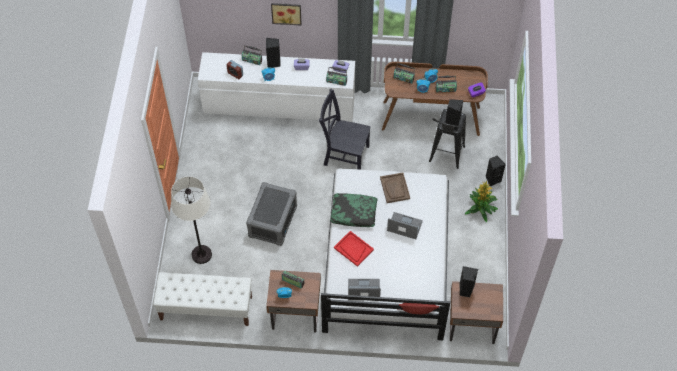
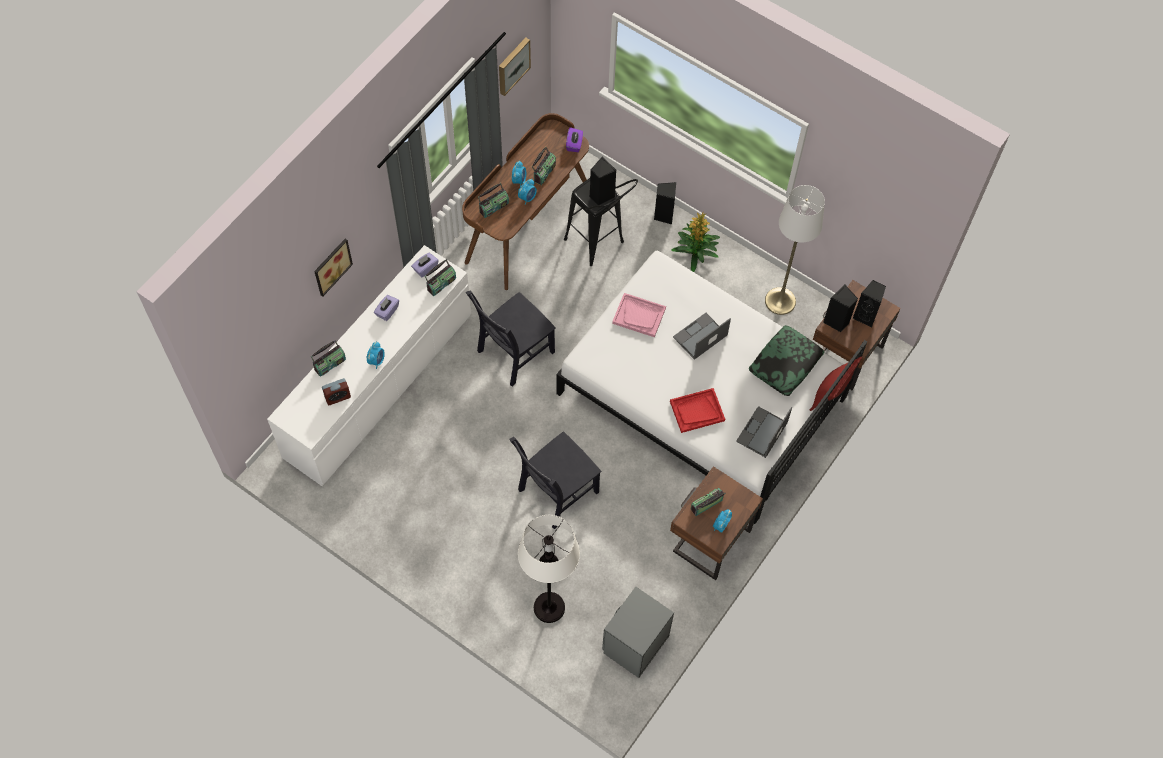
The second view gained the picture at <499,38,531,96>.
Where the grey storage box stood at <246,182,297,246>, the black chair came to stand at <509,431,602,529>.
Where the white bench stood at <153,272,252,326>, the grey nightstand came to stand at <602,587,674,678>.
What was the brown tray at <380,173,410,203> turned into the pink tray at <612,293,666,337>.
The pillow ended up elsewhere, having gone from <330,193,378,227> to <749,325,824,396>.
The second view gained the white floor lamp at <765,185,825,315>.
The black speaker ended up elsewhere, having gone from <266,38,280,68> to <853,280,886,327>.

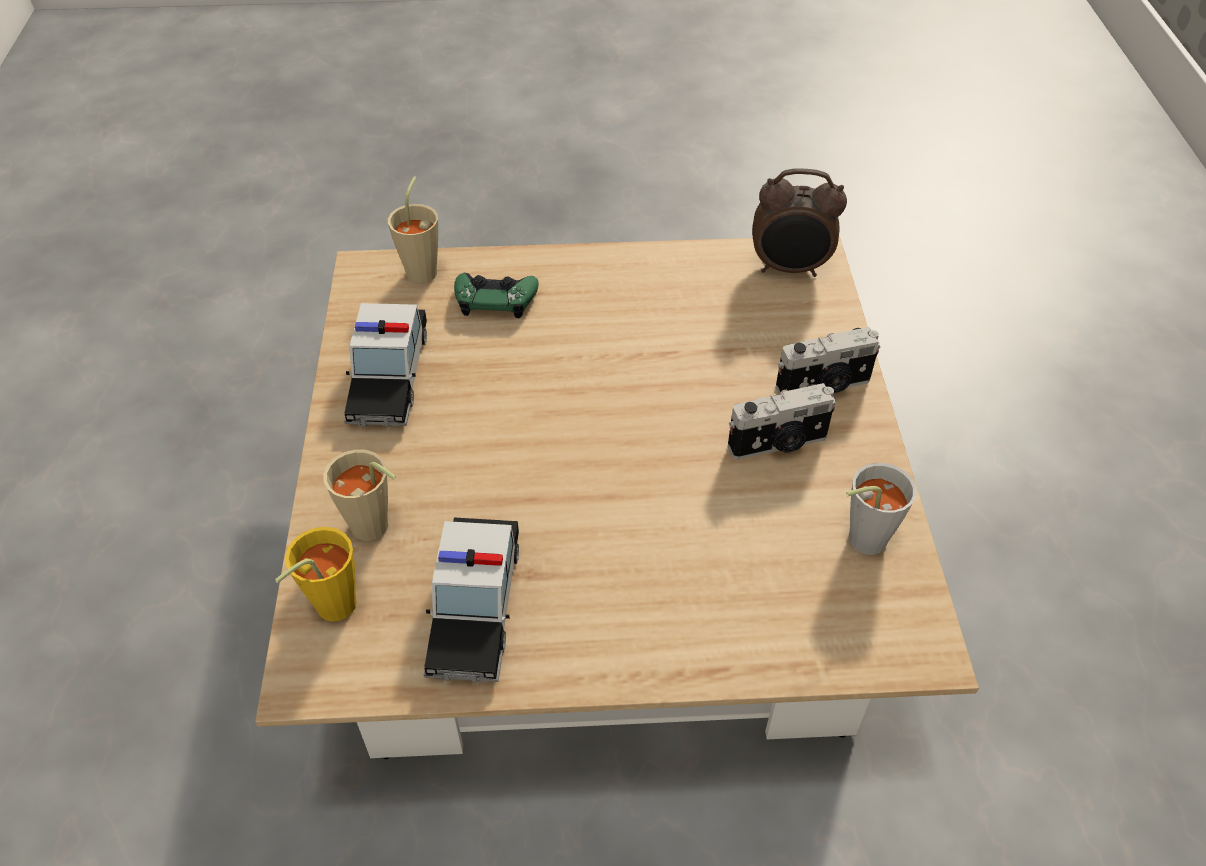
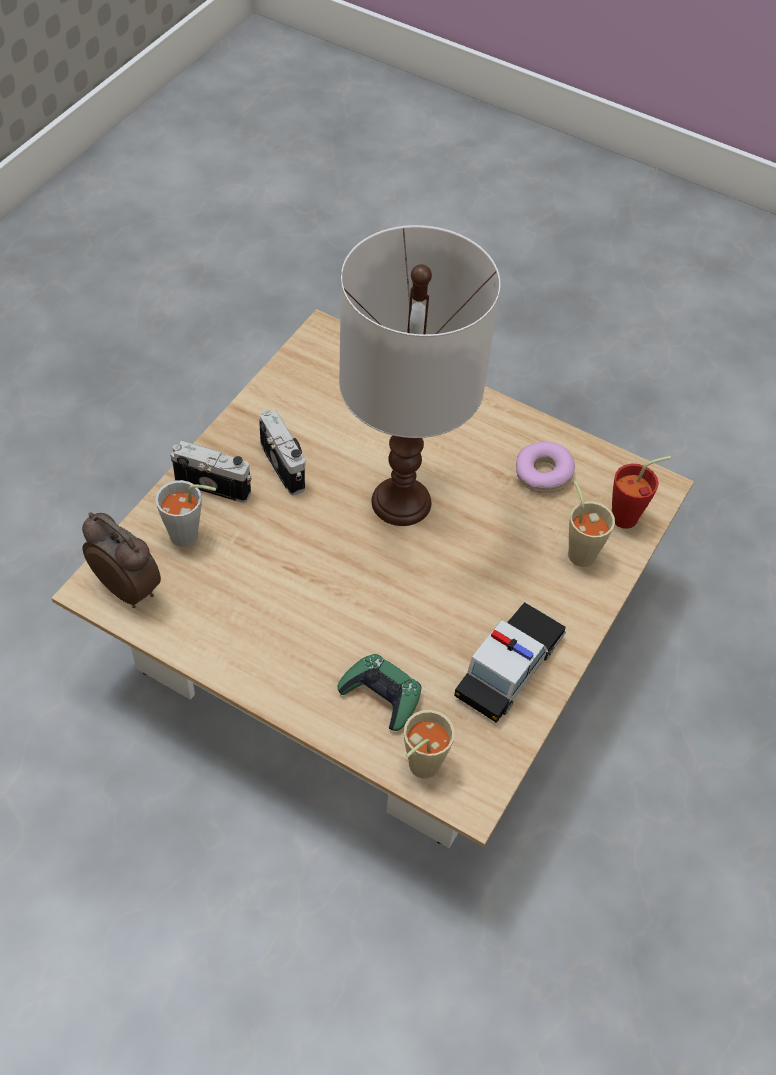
The grey cup ended up elsewhere, having gone from <846,463,916,555> to <155,480,216,547>.
The photo camera at <728,383,836,460> ended up facing another way, 45 degrees clockwise from before.
The second view gained the white table lamp at <339,225,500,526>.
Where the toy car stood at <424,518,519,683>, the donut came to stand at <516,442,575,493>.
What was the yellow cup at <275,527,357,622> turned into the red cup at <612,456,671,529>.

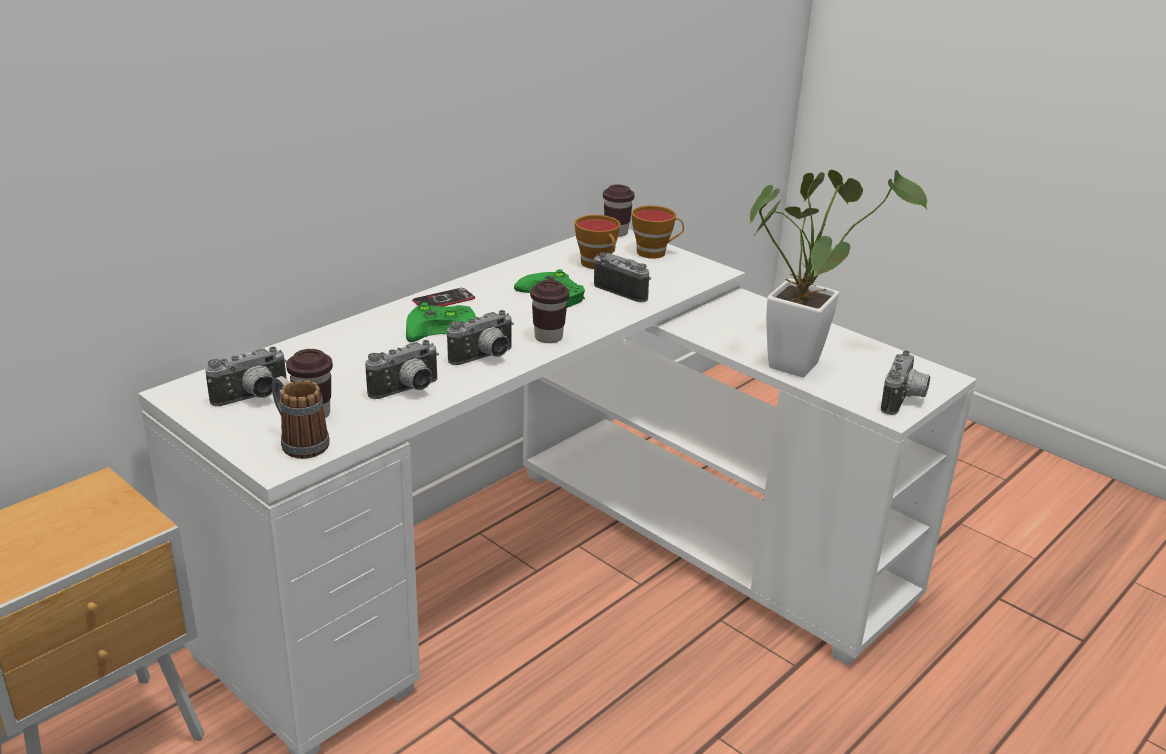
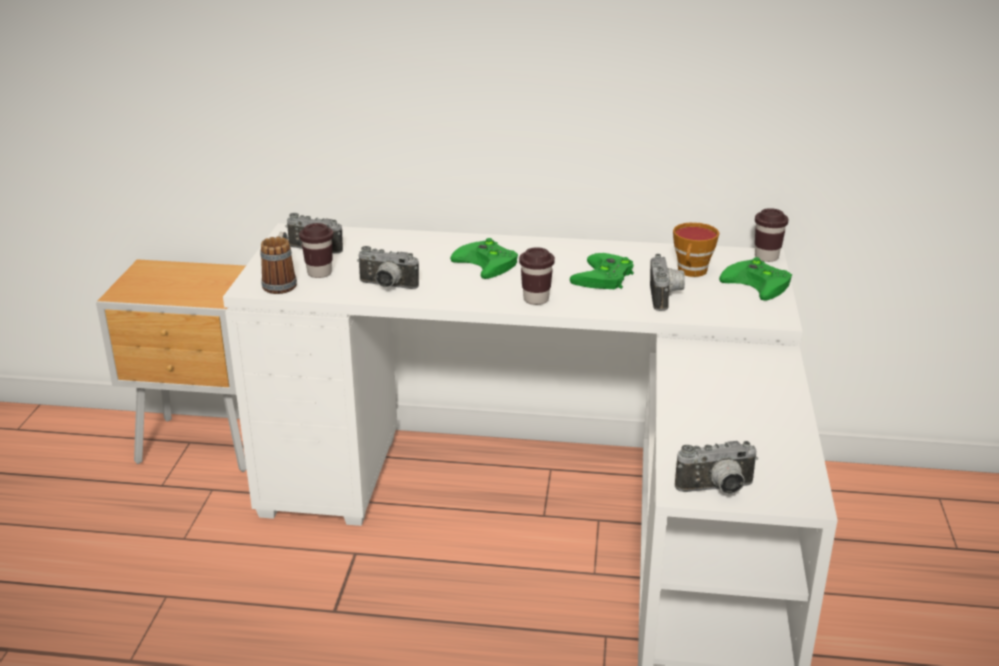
Where the cup stood at <631,206,684,259>, the green game controller came to stand at <719,257,792,300>.
The second view lost the phone at <412,288,475,306>.
The second view lost the photo camera at <447,310,514,365>.
The second view lost the potted plant at <749,170,927,377>.

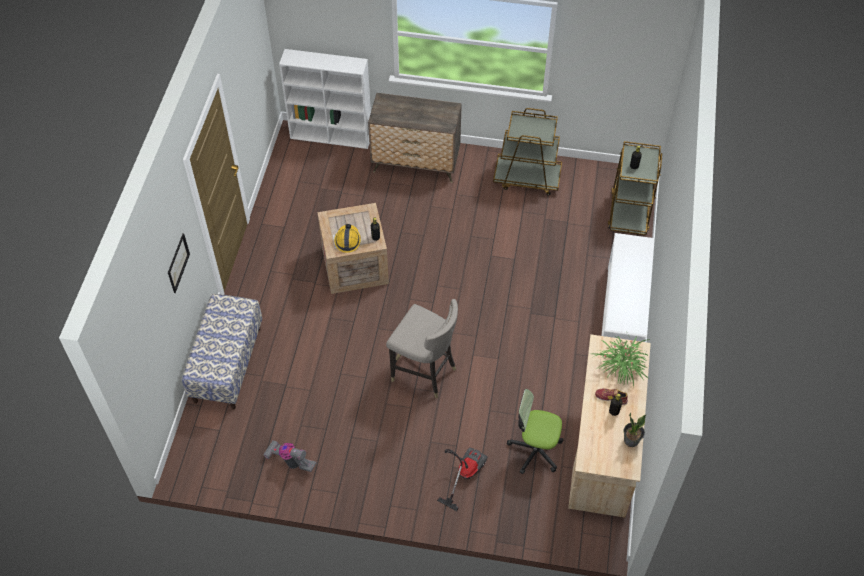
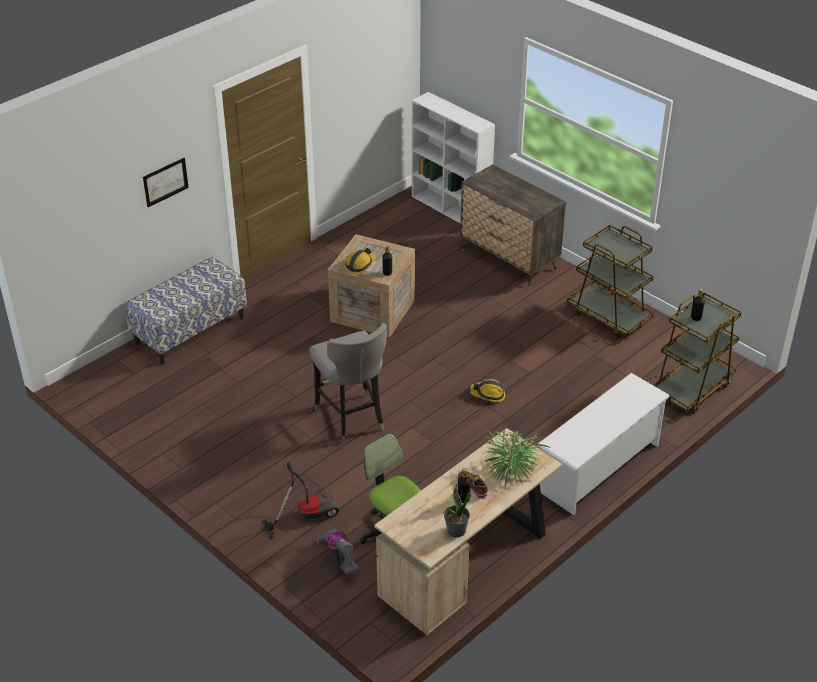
The vacuum cleaner ended up elsewhere, having gone from <263,441,316,472> to <316,528,360,575>.
The second view gained the hard hat at <470,379,505,402>.

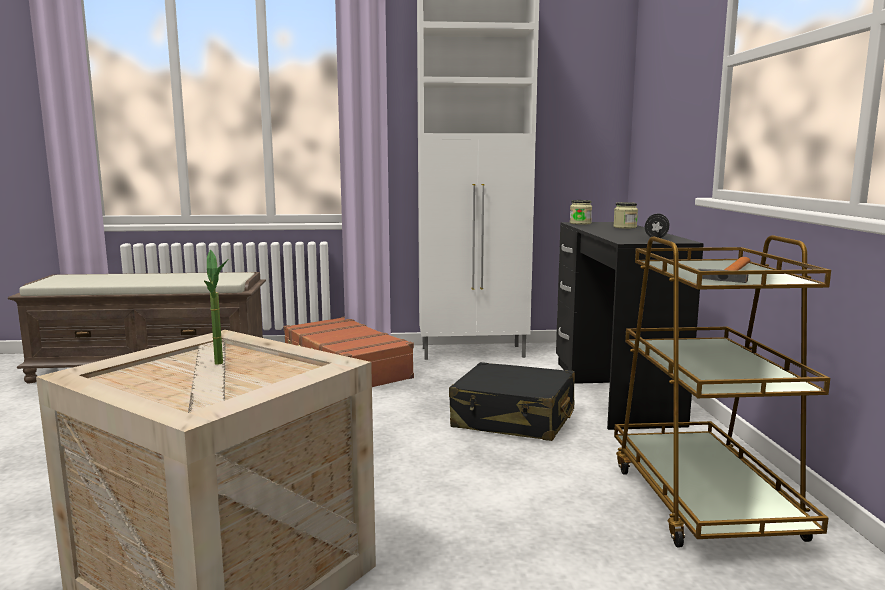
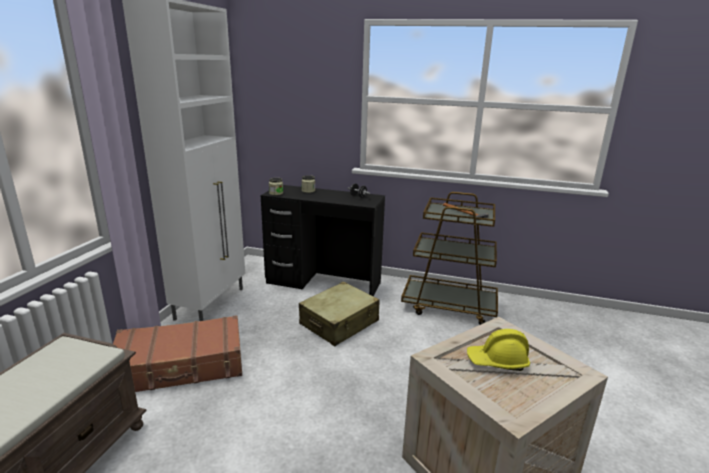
What was the black suitcase at <449,362,575,441> turned into the beige suitcase at <299,282,380,346>.
Where the potted plant stood at <204,249,228,365>, the yellow hard hat came to stand at <467,329,530,371>.

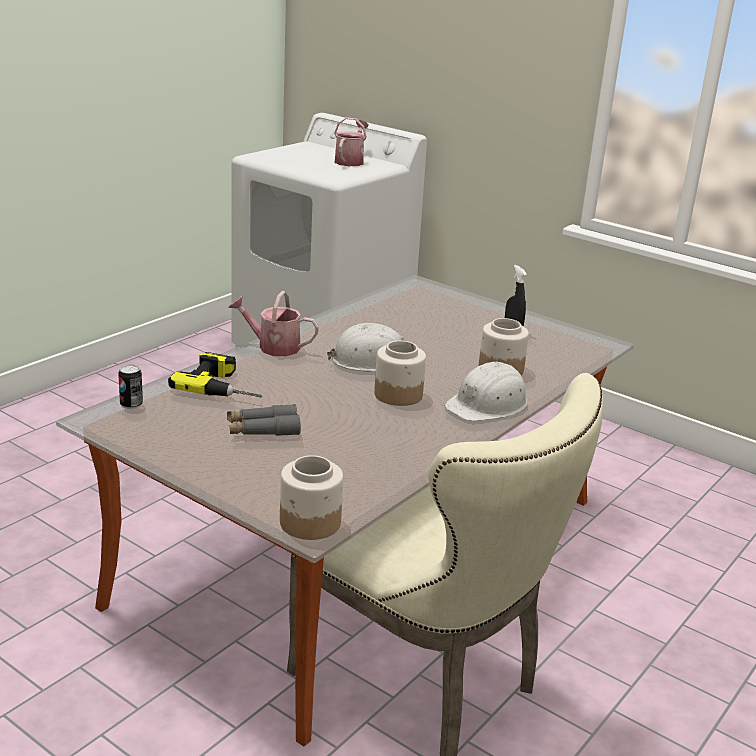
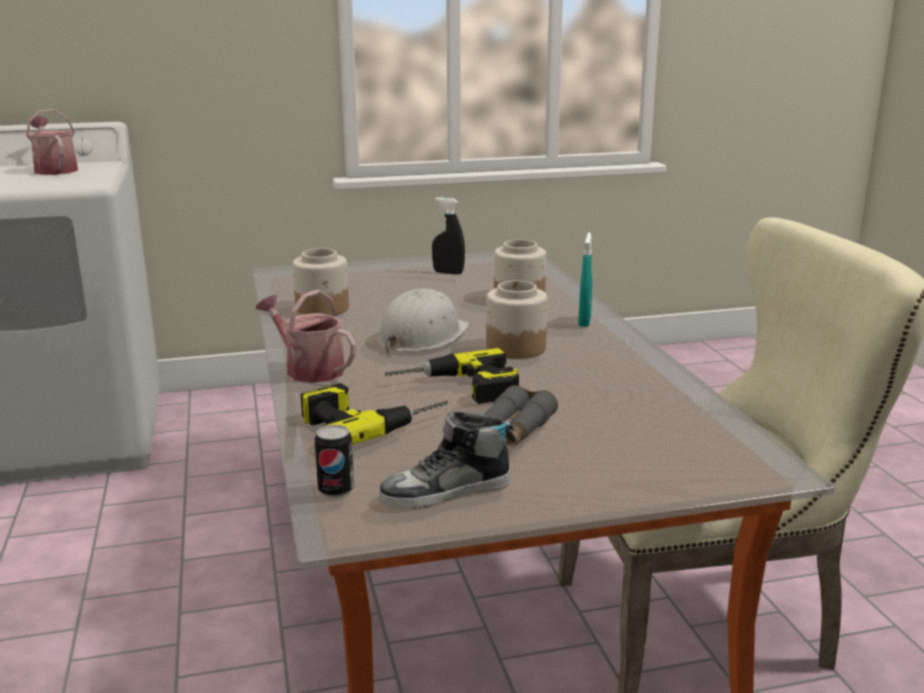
The watering can at <228,291,319,356> ended up facing another way, 75 degrees clockwise from before.
The jar ended up elsewhere, having gone from <280,455,343,540> to <292,248,349,315>.
The second view gained the shoe at <379,411,514,510>.
The second view gained the power drill at <385,348,519,404>.
Where the white hard hat stood at <444,361,528,421>, the turquoise spray bottle came to stand at <578,232,592,327>.

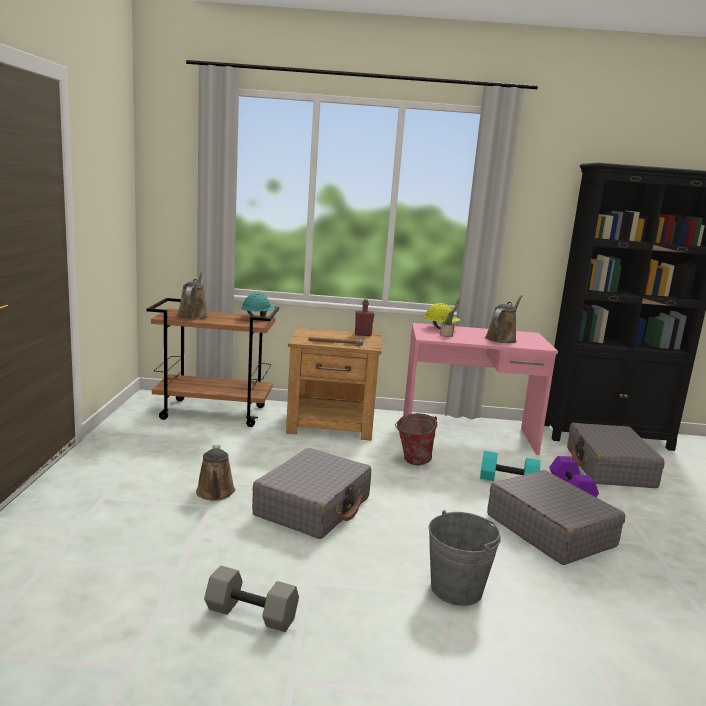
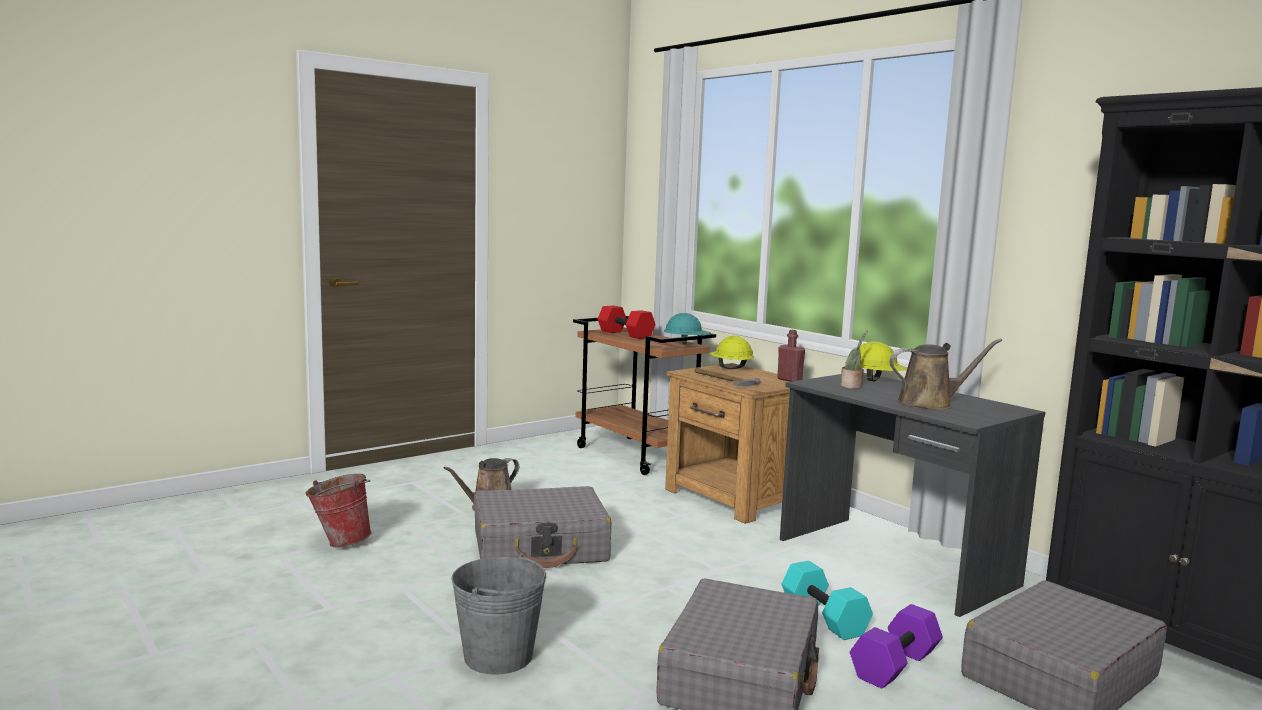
The bucket ended up elsewhere, having gone from <395,413,437,465> to <306,474,372,548>.
Where the brown watering can stood at <177,272,208,320>, the red dumbbell came to stand at <598,305,655,339>.
The second view gained the yellow hard hat at <710,336,754,369>.
What was the pink desk at <403,323,558,455> turned into the grey desk at <780,373,1046,617>.
The second view lost the grey dumbbell at <204,566,299,632>.

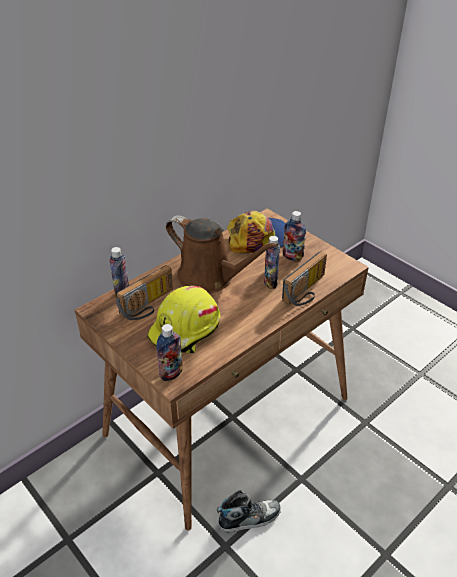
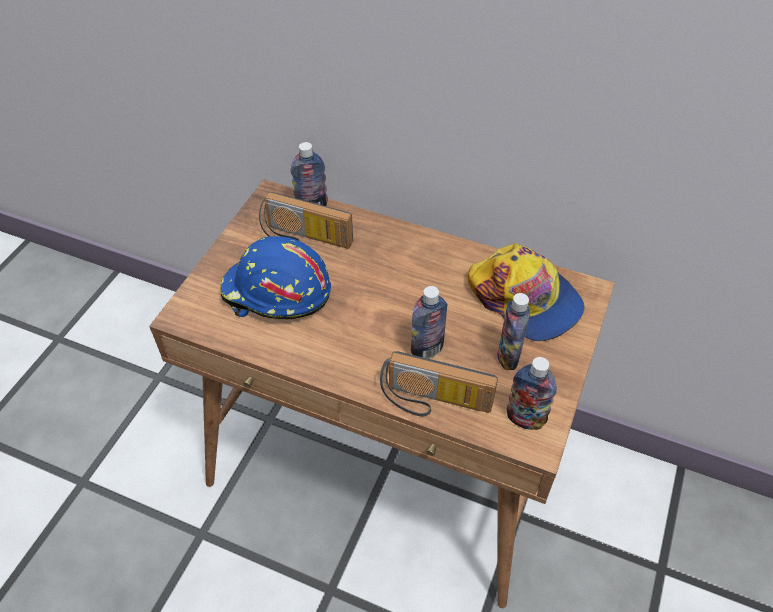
What was the yellow hard hat at <147,286,220,354> turned into the blue hard hat at <220,236,331,320>.
The bottle ended up elsewhere, having gone from <156,324,183,381> to <507,357,557,430>.
The second view lost the brown watering can at <166,215,278,293>.
The second view lost the shoe at <217,490,281,533>.

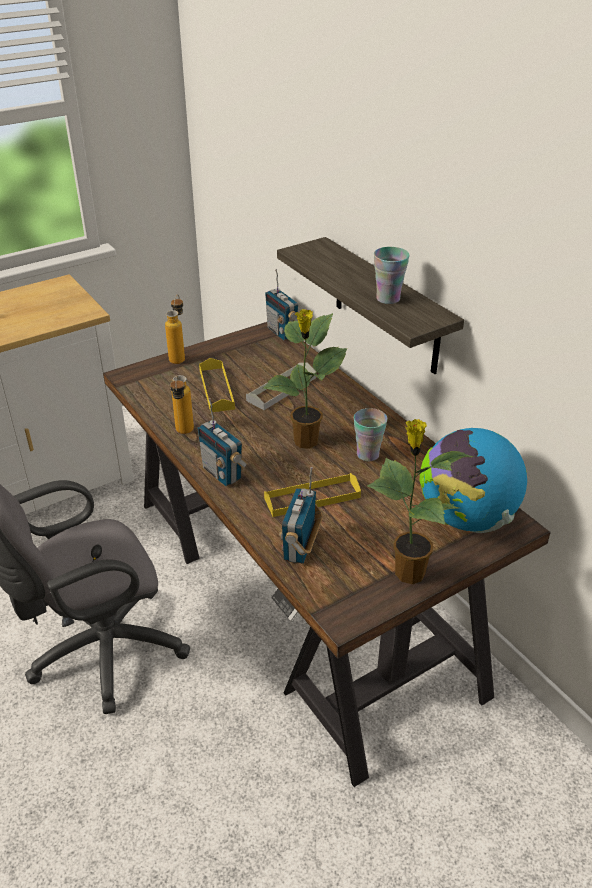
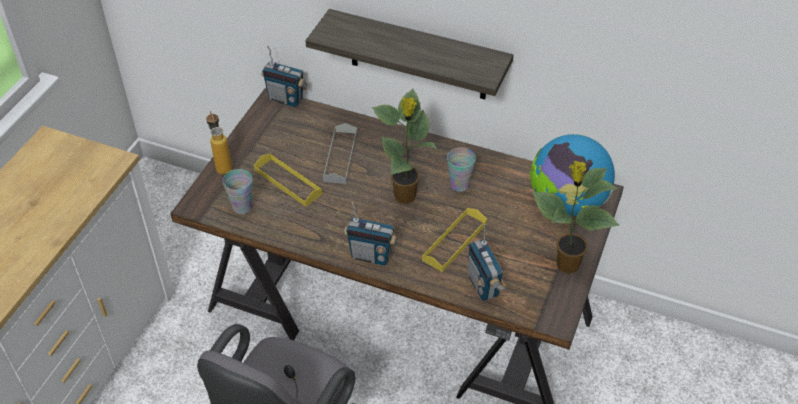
The cup ended up elsewhere, having gone from <374,247,409,304> to <223,169,253,214>.
The second view lost the bottle at <170,375,194,434>.

